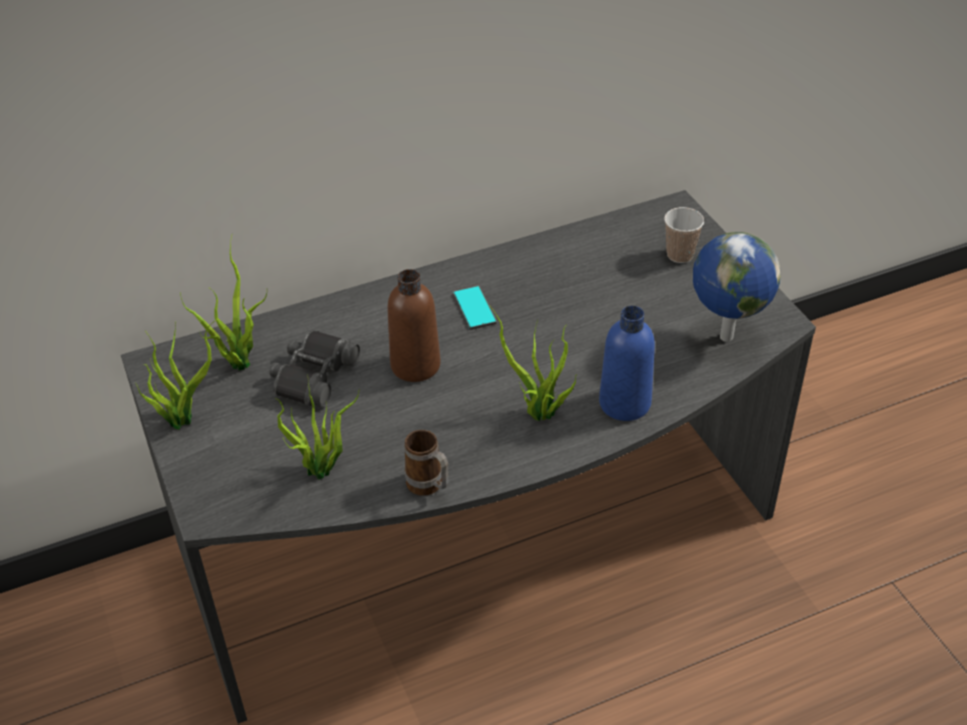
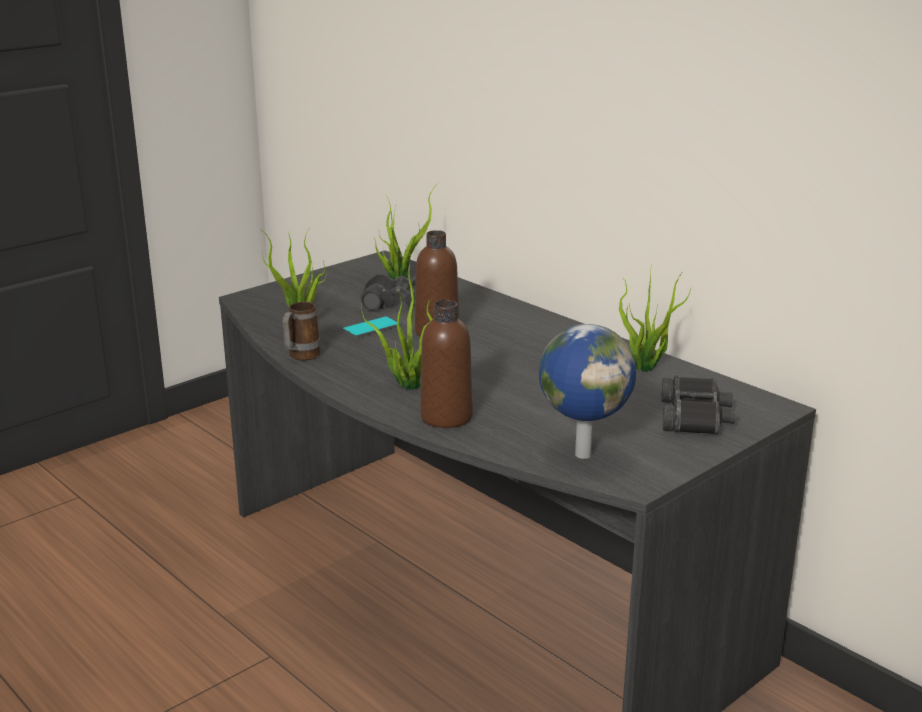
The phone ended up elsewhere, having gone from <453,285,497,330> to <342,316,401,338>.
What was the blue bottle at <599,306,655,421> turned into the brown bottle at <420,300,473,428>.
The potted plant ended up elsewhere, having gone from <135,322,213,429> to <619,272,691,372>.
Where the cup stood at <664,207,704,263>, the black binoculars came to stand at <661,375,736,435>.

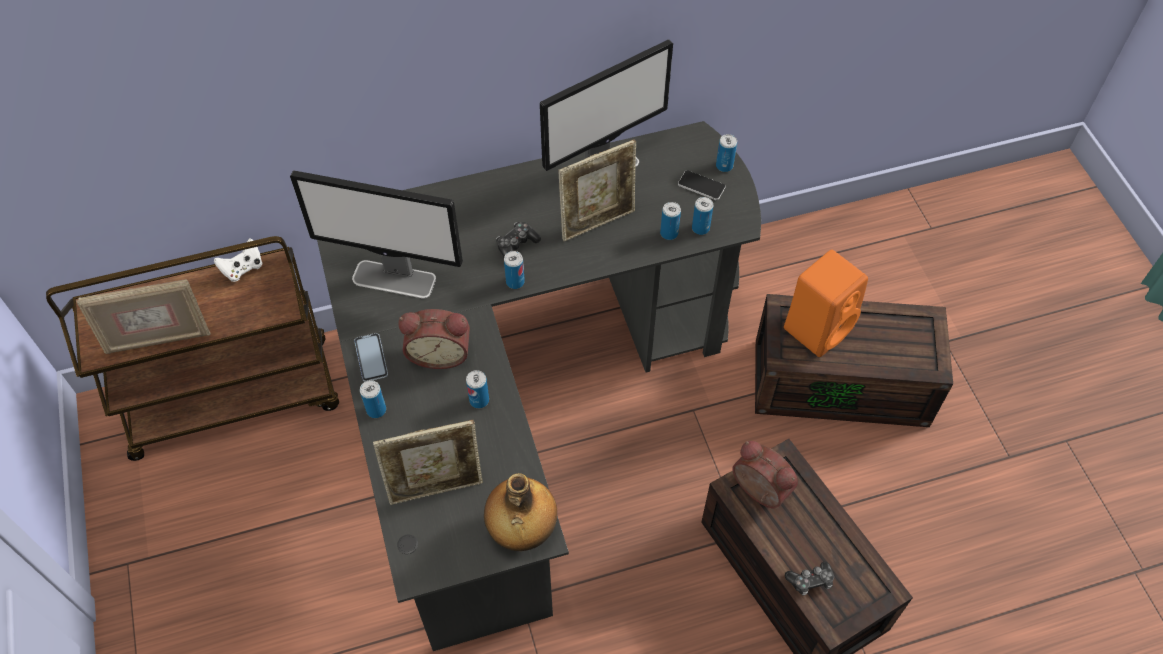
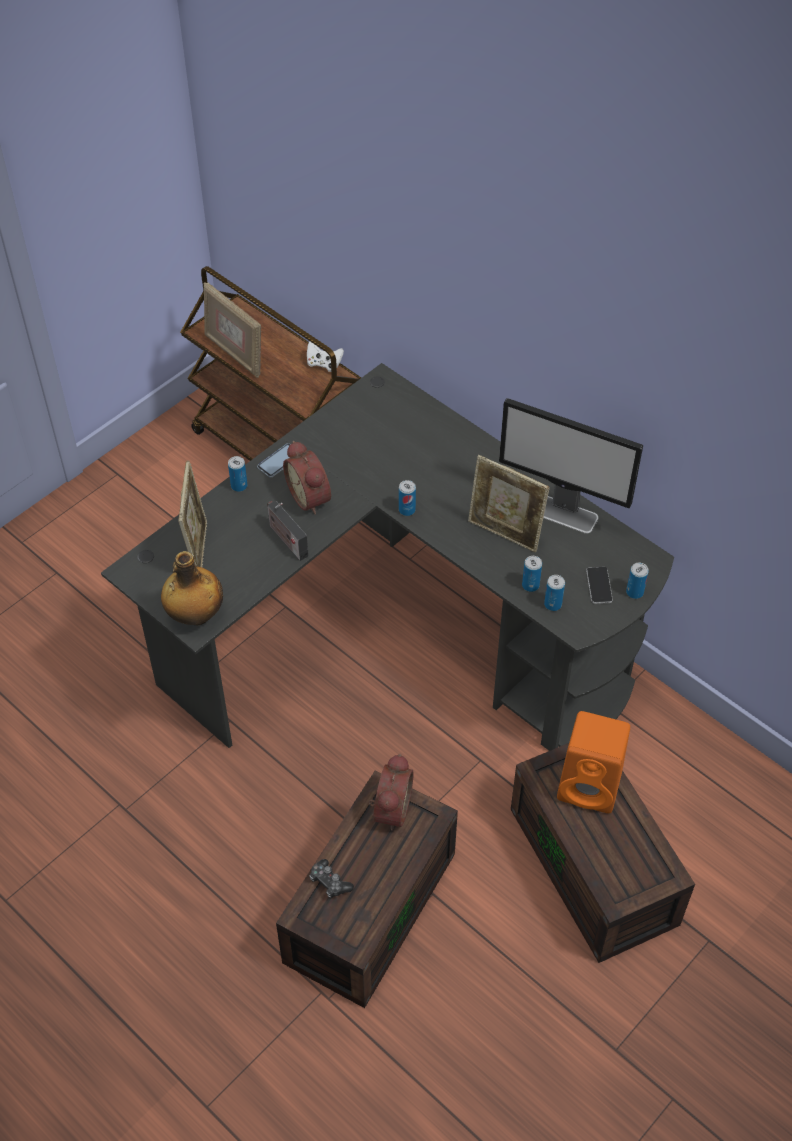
The picture frame at <373,420,483,505> ended up facing another way, 135 degrees counterclockwise from before.
Where the can stood at <466,370,489,408>, the radio came to stand at <267,501,309,561>.
The second view lost the monitor at <290,170,463,299>.
The second view lost the game controller at <496,222,541,258>.

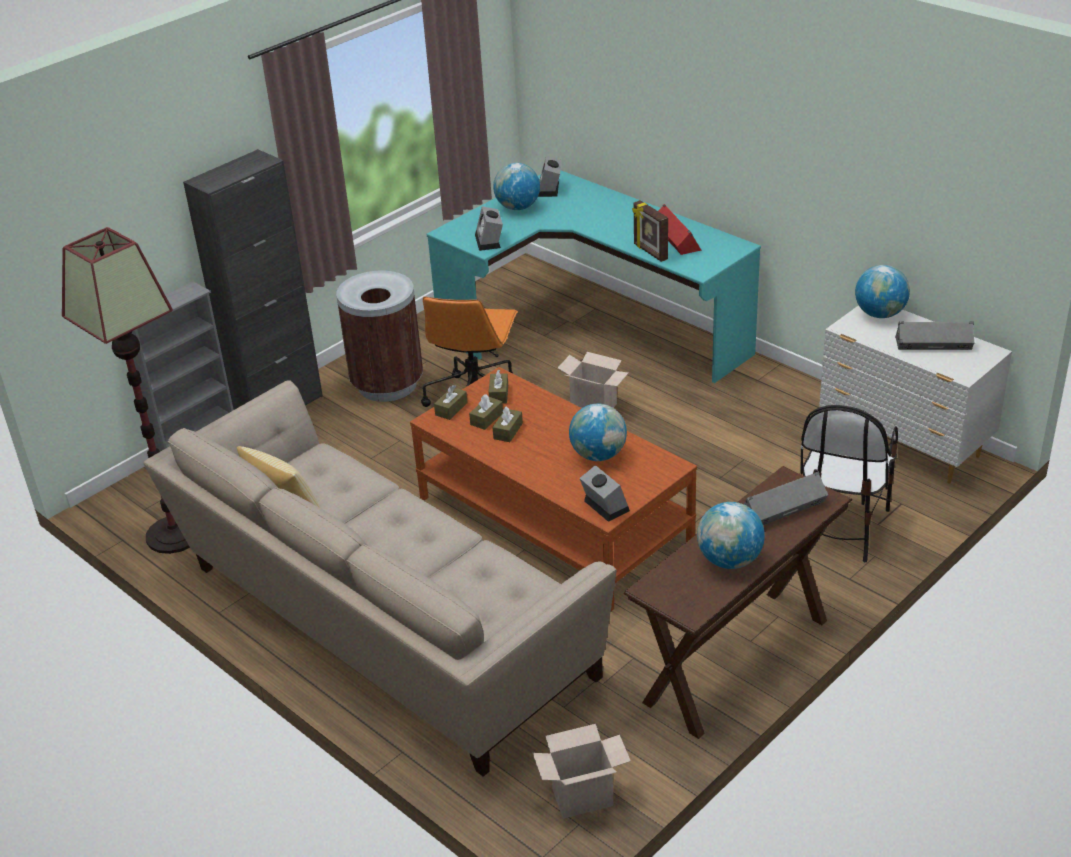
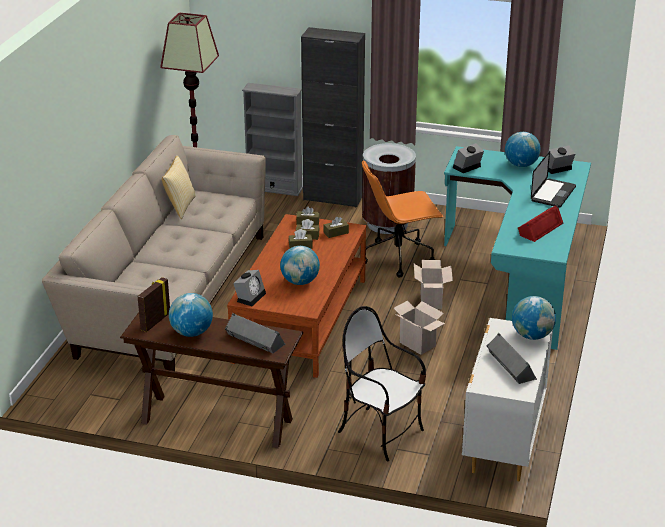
The picture frame ended up elsewhere, having gone from <632,200,668,262> to <138,277,170,332>.
The chair at <800,405,898,562> ended up facing another way, 45 degrees clockwise from before.
The cardboard box ended up elsewhere, having gone from <533,724,631,819> to <394,301,445,355>.
The second view gained the laptop at <531,151,576,208>.

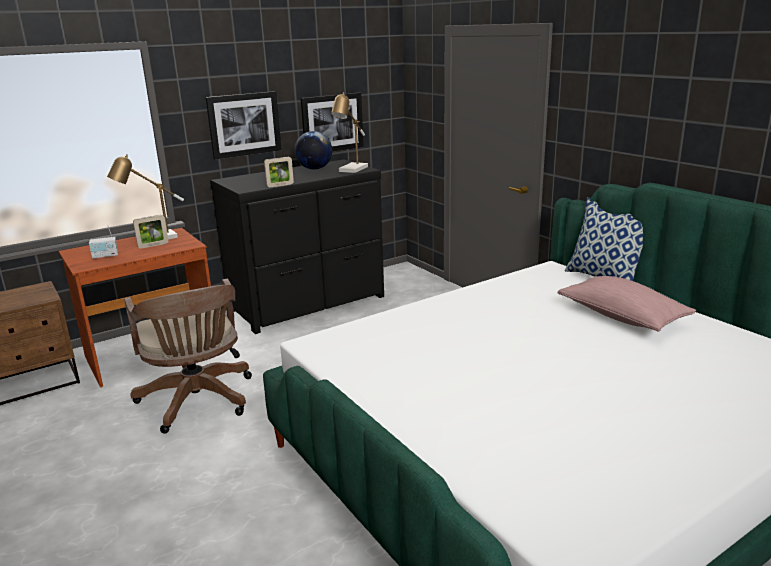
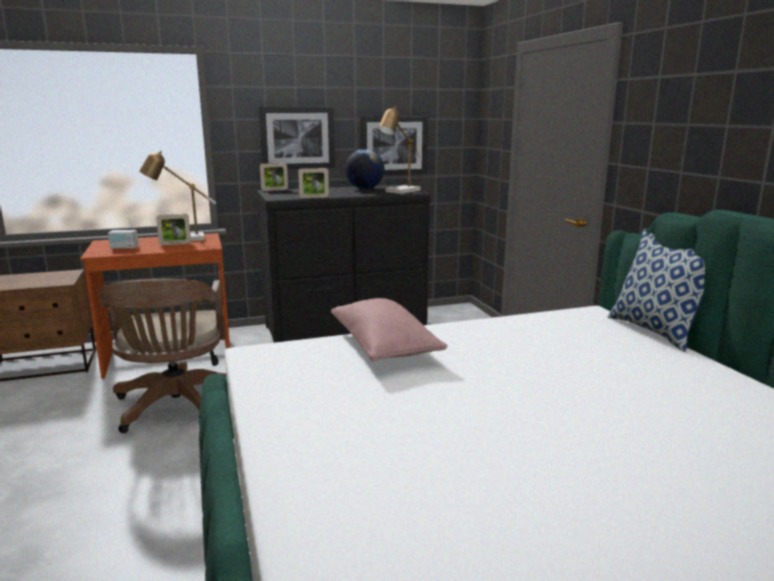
The second view gained the picture frame at <260,163,288,191>.
The pink pillow ended up elsewhere, having gone from <557,276,696,332> to <331,298,448,361>.

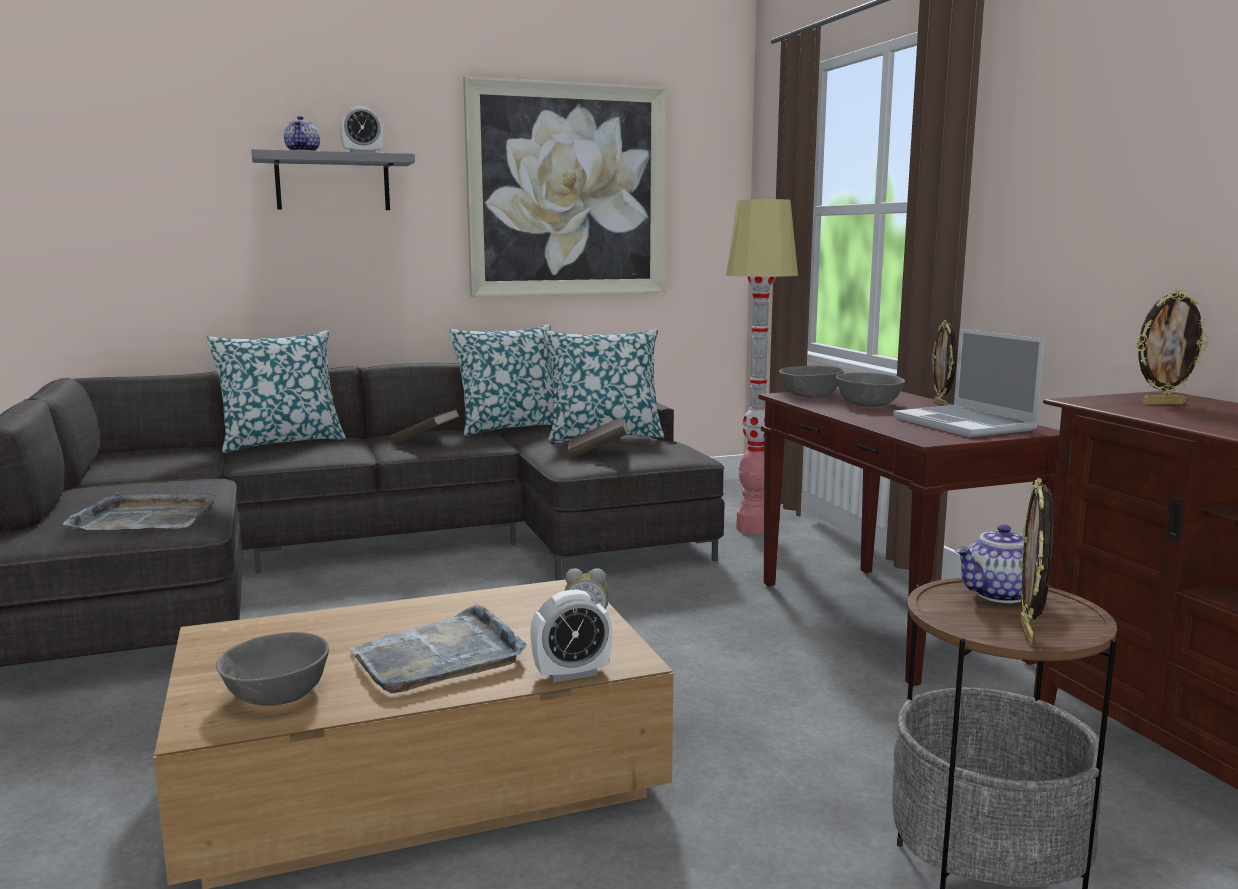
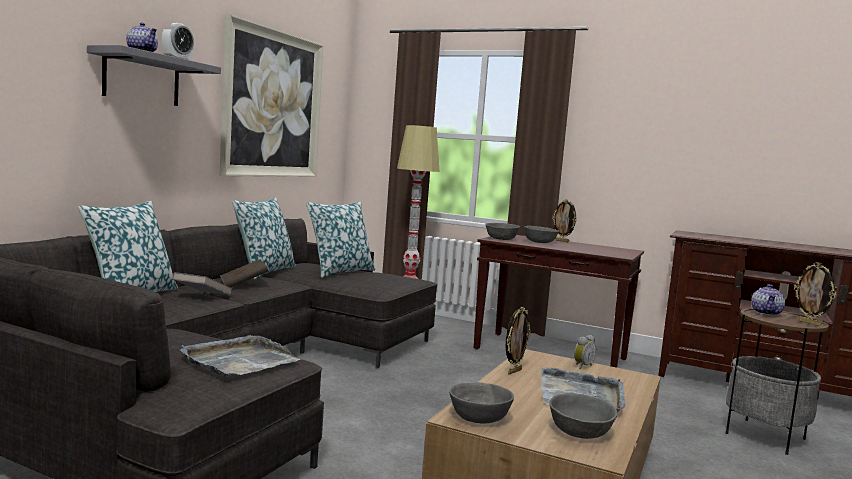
The second view gained the grey book at <172,272,233,296>.
The second view gained the grey bowl at <449,382,514,424>.
The picture frame ended up elsewhere, having gone from <1136,289,1208,405> to <506,307,531,375>.
The second view lost the alarm clock at <530,589,612,683>.
The second view lost the brown book at <567,417,627,458>.
The second view lost the laptop at <893,329,1045,437>.

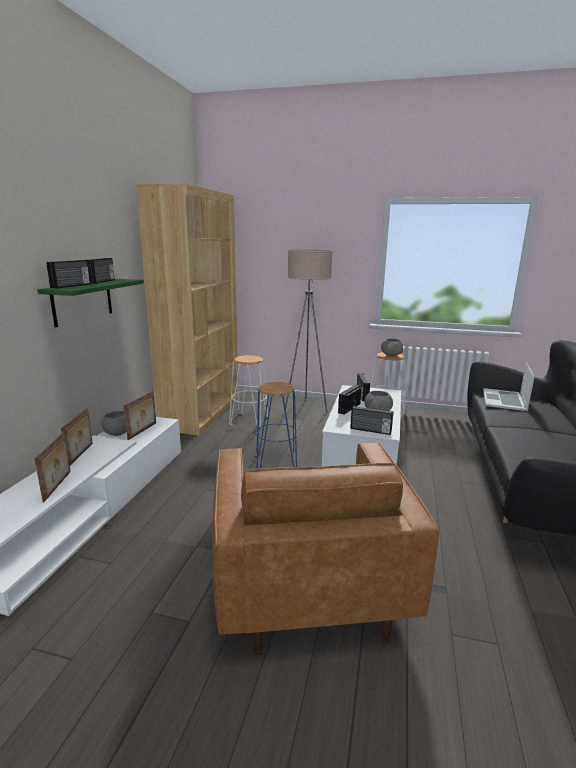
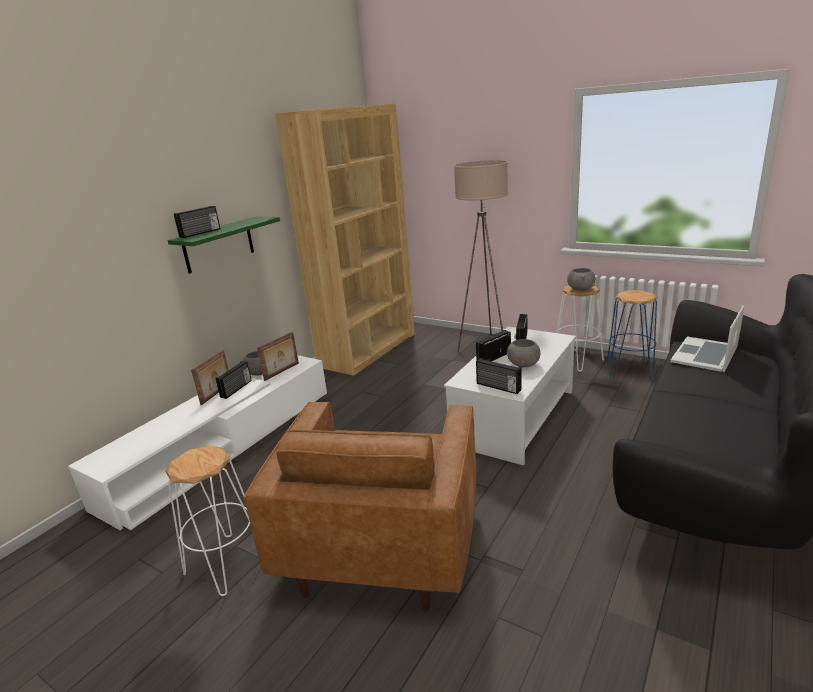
The white stool ended up elsewhere, having gone from <229,355,268,426> to <165,446,250,596>.
The radio ended up elsewhere, having gone from <88,258,115,284> to <216,361,252,399>.
The blue stool ended up elsewhere, having gone from <255,382,298,469> to <607,290,657,380>.
The second view lost the picture frame at <35,432,71,502>.

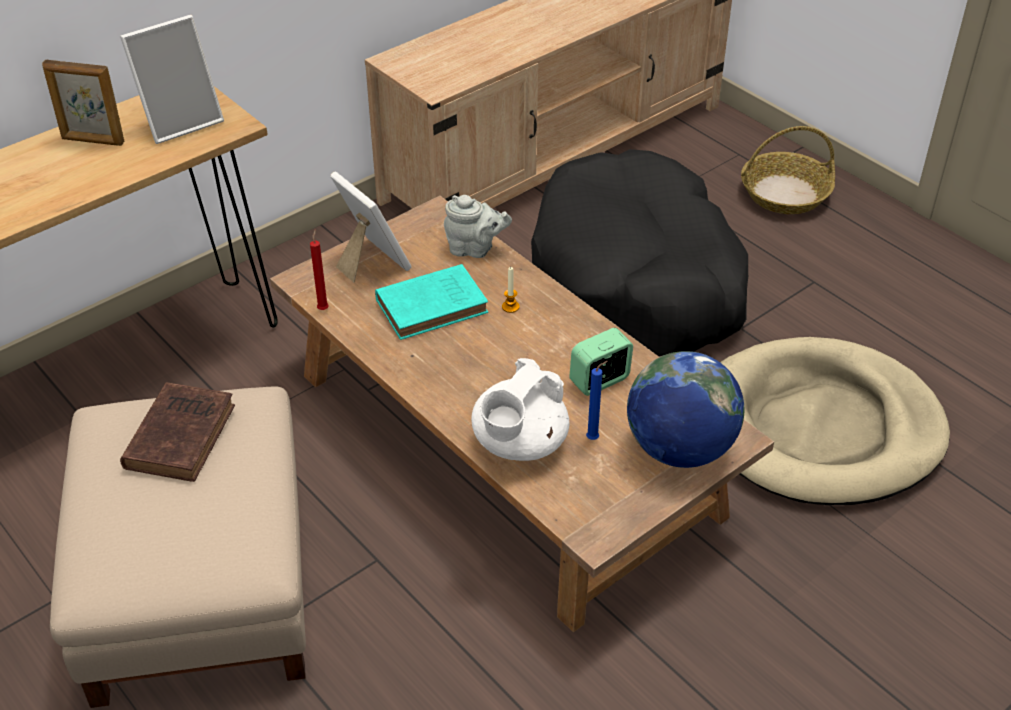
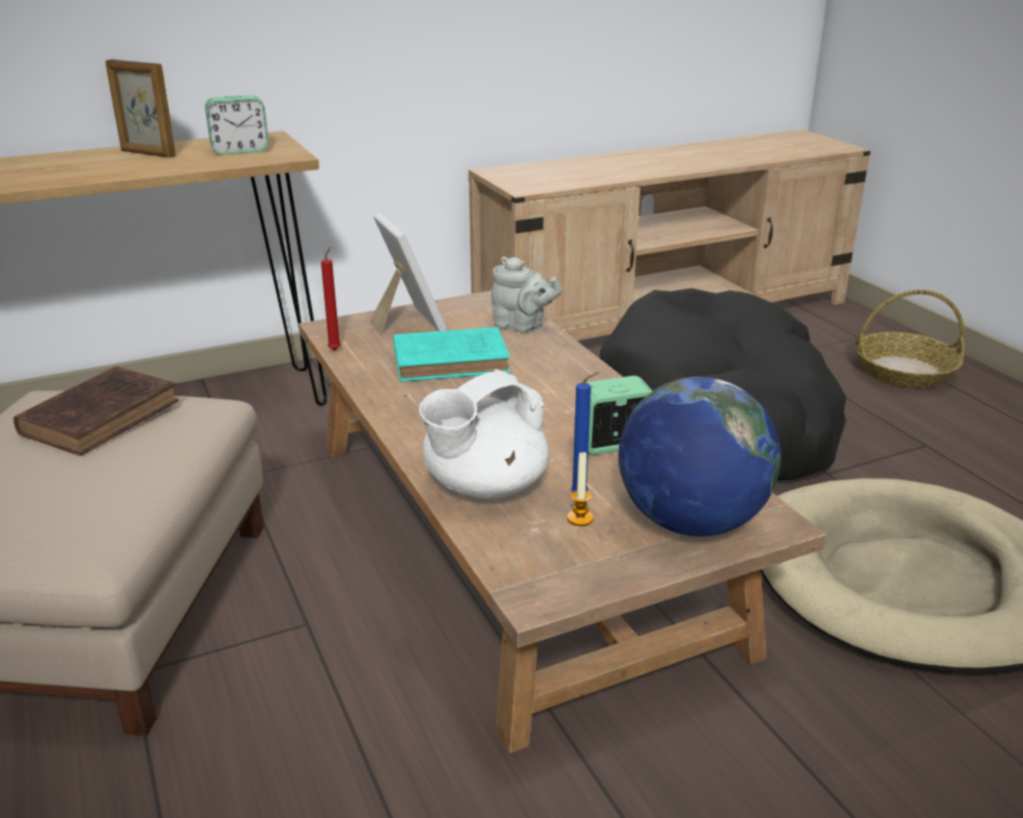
Where the picture frame stood at <120,15,224,144>, the alarm clock came to stand at <205,95,269,155>.
The candle ended up elsewhere, having gone from <502,267,520,313> to <567,452,594,526>.

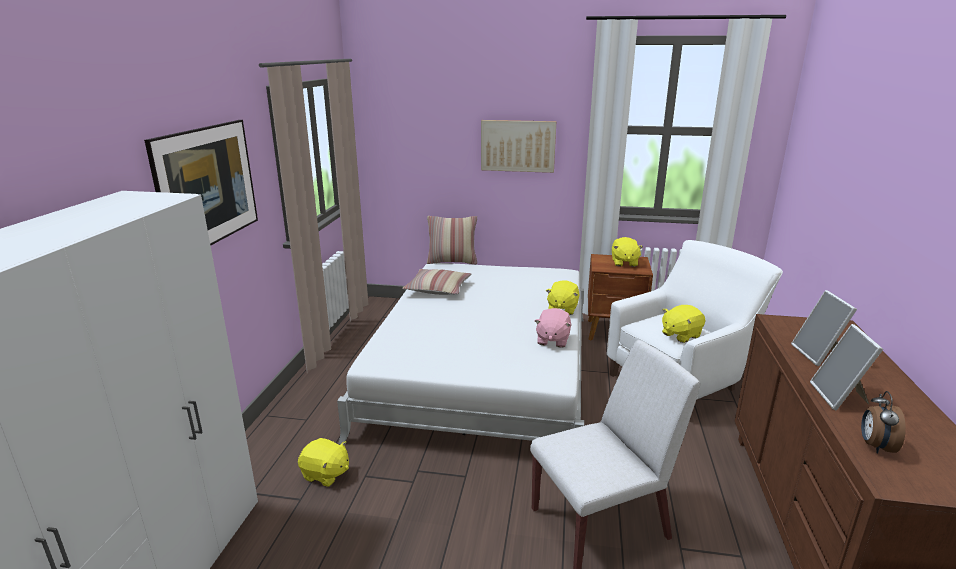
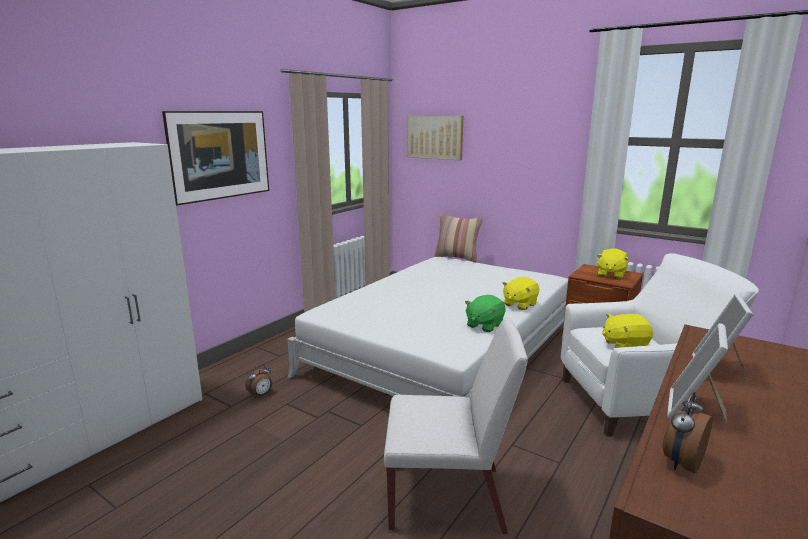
Where the yellow plush toy stood at <298,438,349,487>, the alarm clock came to stand at <245,364,273,398>.
The picture ended up elsewhere, having gone from <481,120,557,173> to <407,115,463,160>.
What was the pink plush toy at <535,308,571,348> turned into the green plush toy at <465,295,506,332>.
The second view lost the pillow at <402,269,471,295>.

